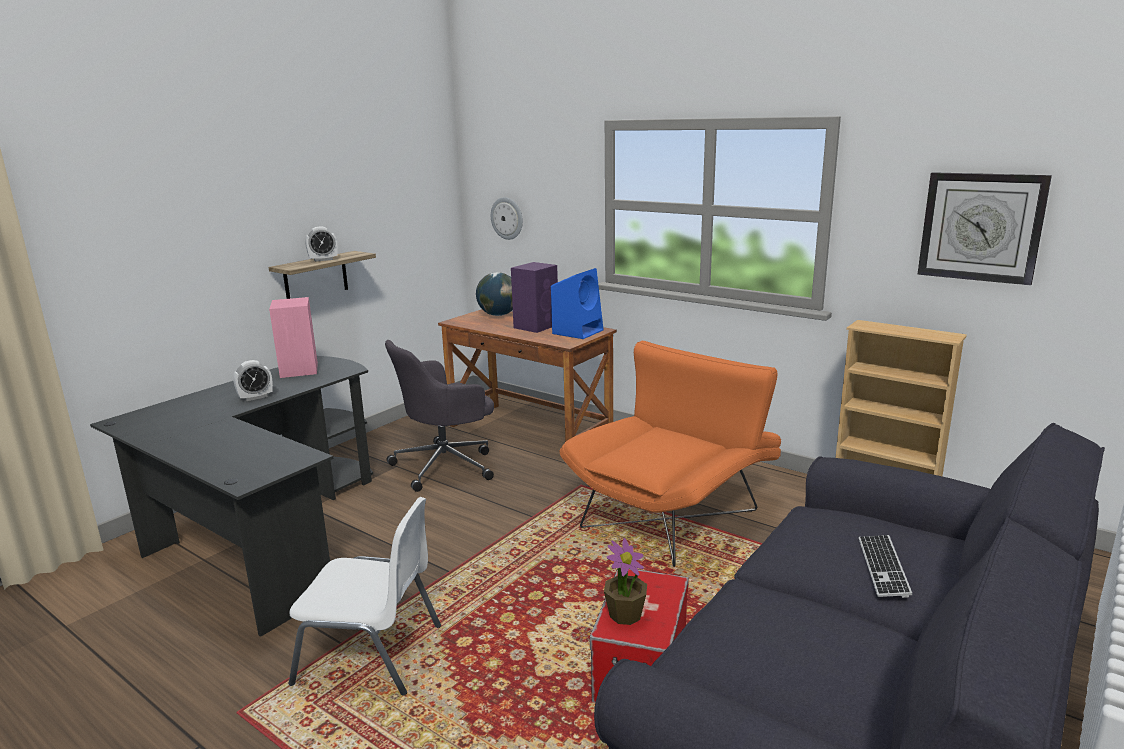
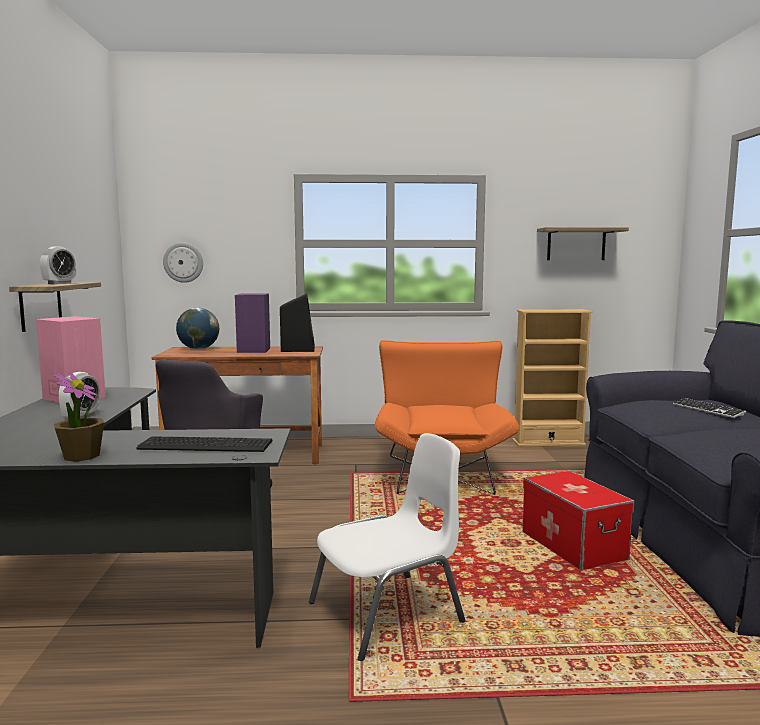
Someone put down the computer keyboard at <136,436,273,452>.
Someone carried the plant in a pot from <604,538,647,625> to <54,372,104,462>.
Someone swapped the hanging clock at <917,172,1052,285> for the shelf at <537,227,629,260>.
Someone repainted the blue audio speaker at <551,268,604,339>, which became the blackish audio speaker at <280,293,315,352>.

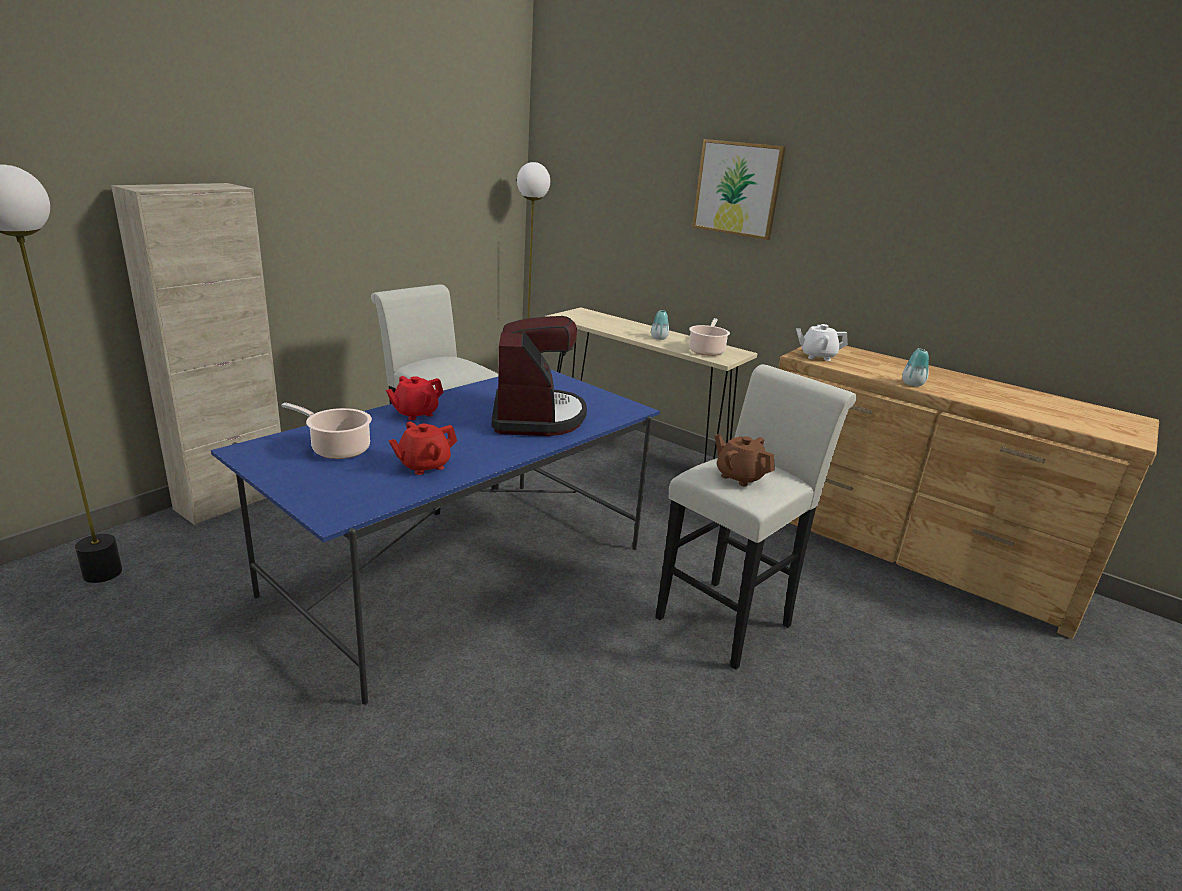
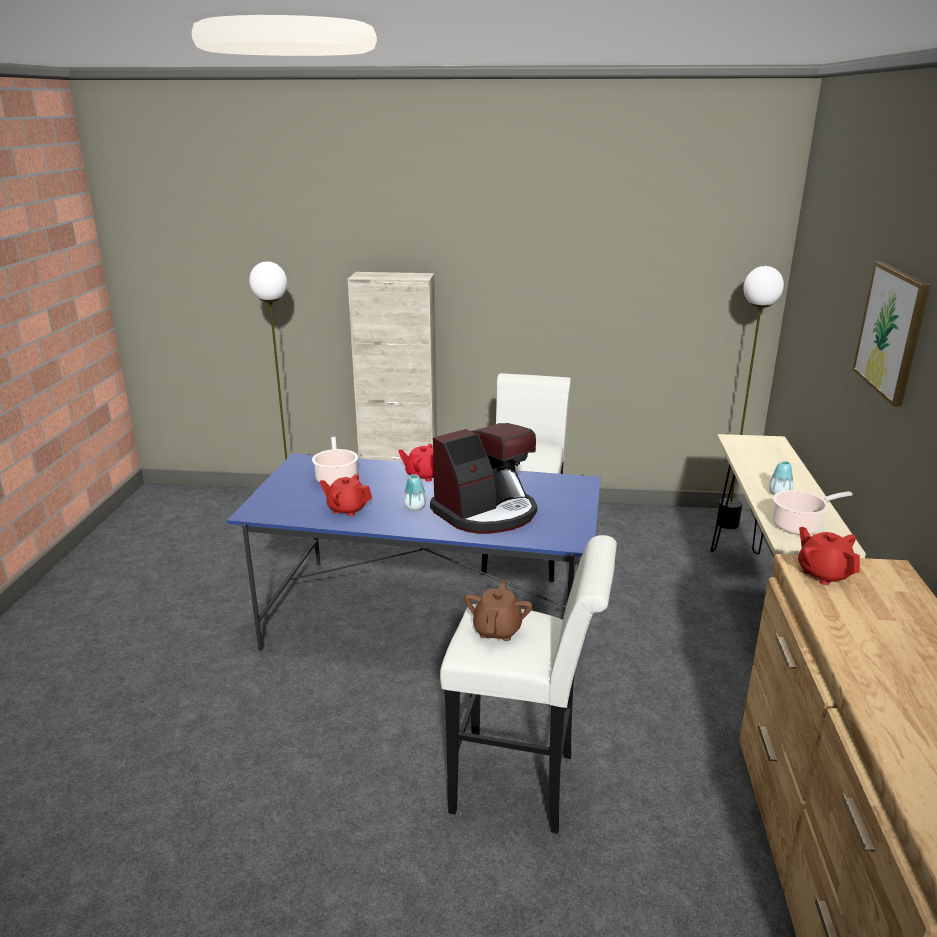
Someone carried the vase from <902,348,929,386> to <403,474,426,511>.
Someone repainted the white pot for tea at <796,324,848,361>, which became the red-coloured pot for tea at <798,527,860,585>.

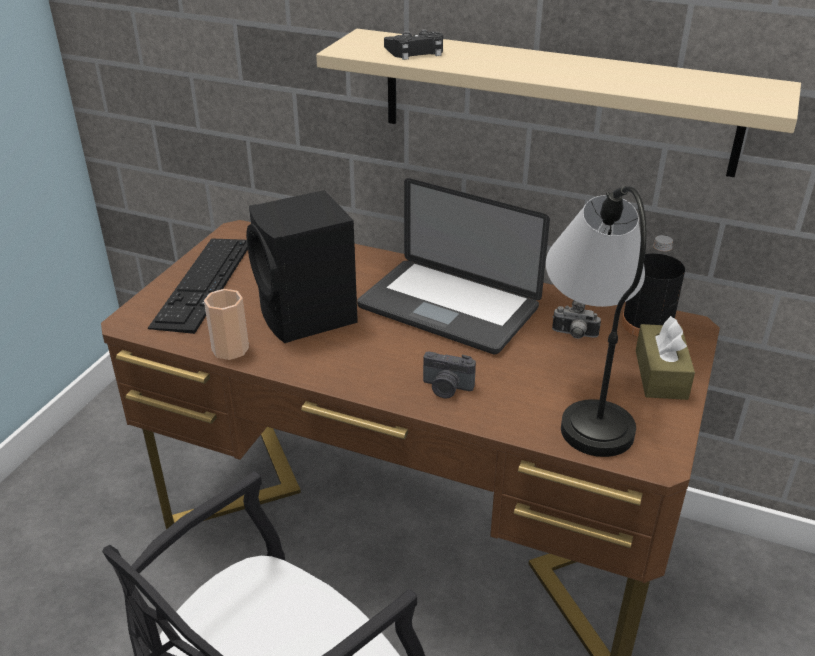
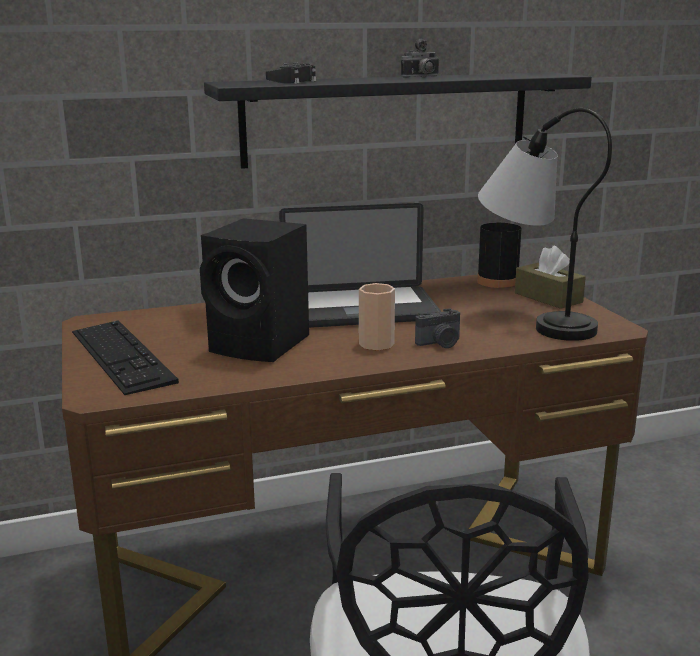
Someone carried the small cup from <204,289,249,360> to <359,283,395,351>.
Someone carried the still camera from <552,300,601,339> to <401,39,440,78>.
Someone repainted the sand-coloured shelf at <316,29,801,177>, which became the blackish shelf at <204,72,592,169>.

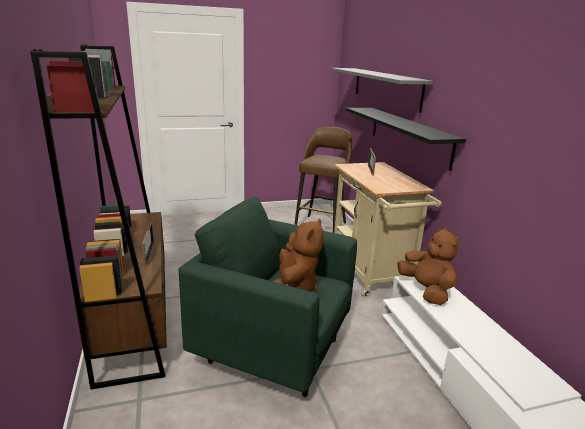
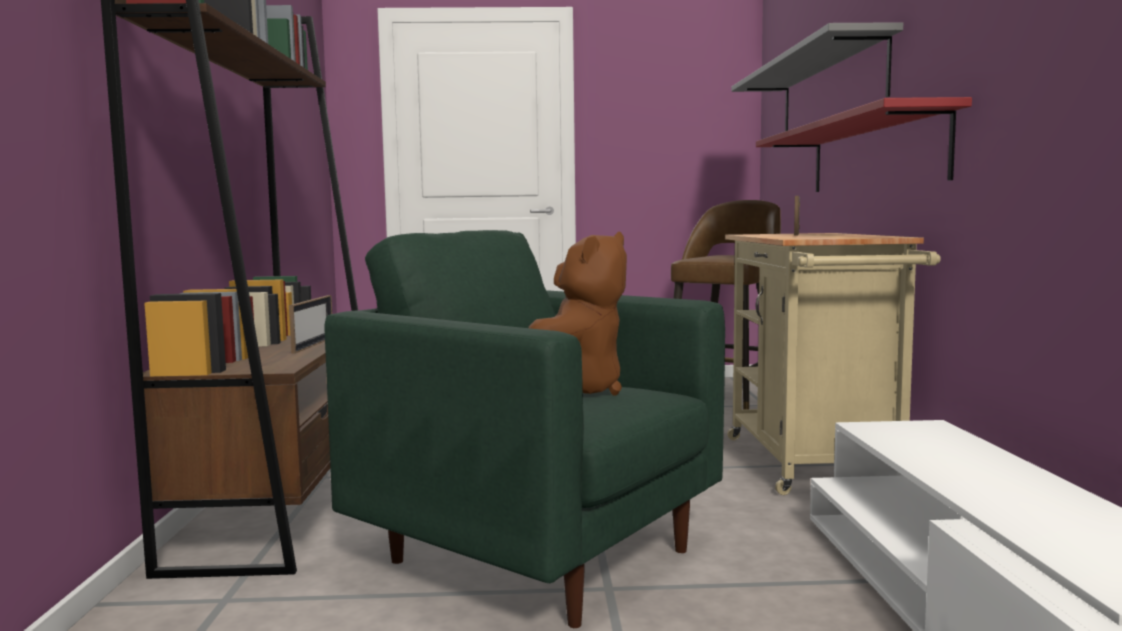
Someone took away the brown soft toy at <398,226,458,305>.
Someone repainted the blackish shelf at <346,108,466,171>, which became the red-coloured shelf at <756,97,972,192>.

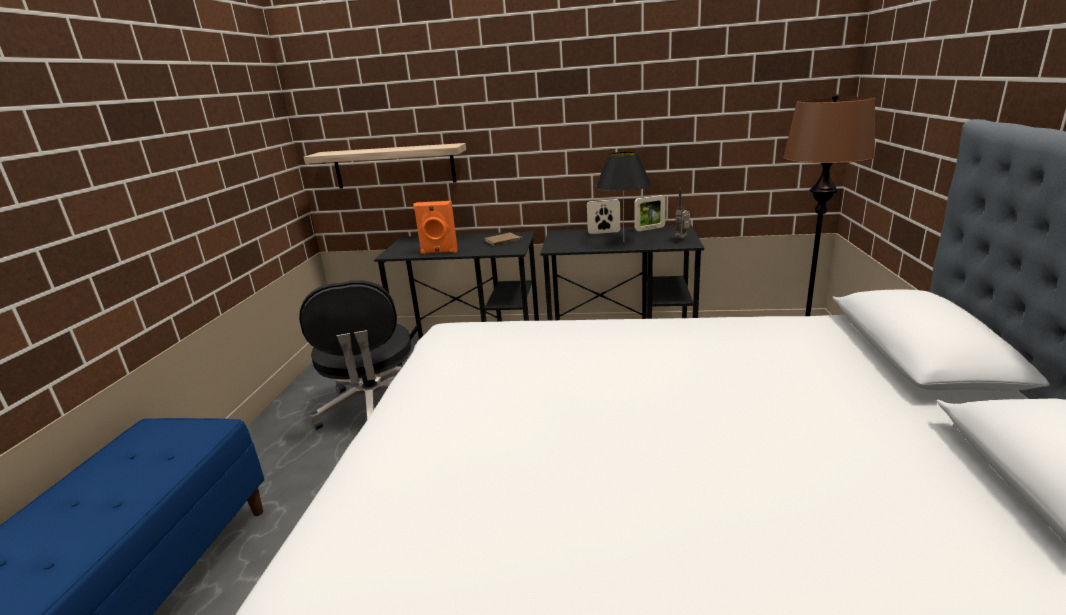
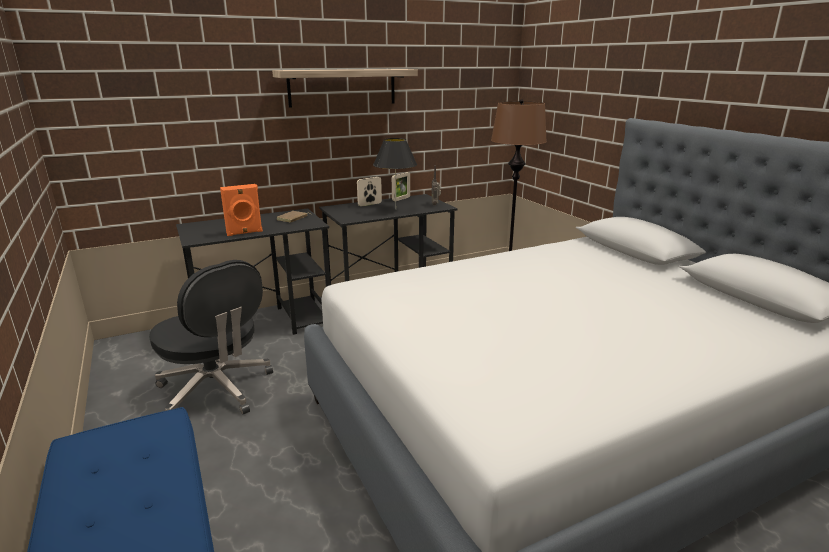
Someone carried the shelf from <304,143,466,188> to <272,69,418,108>.

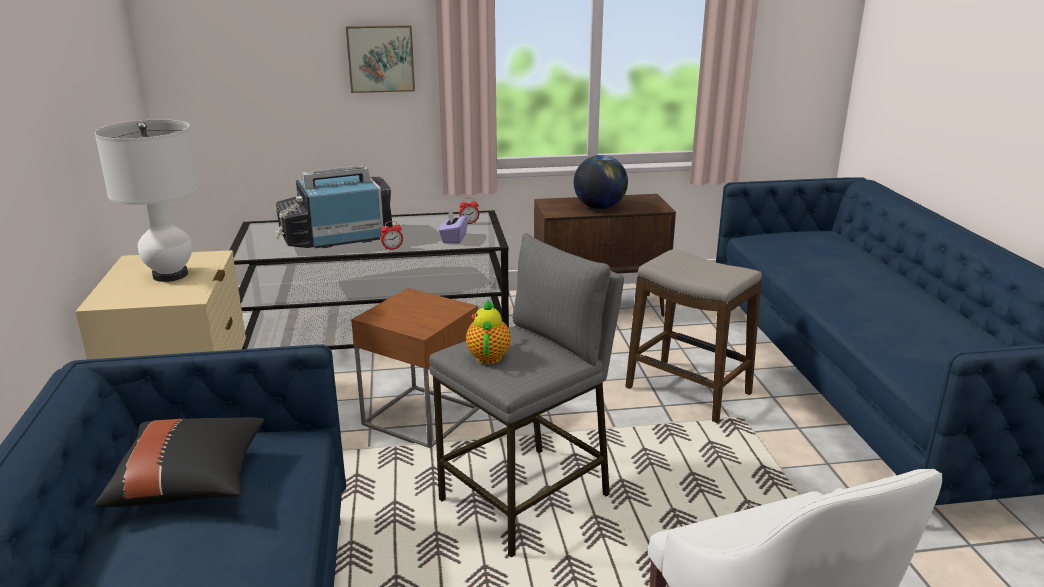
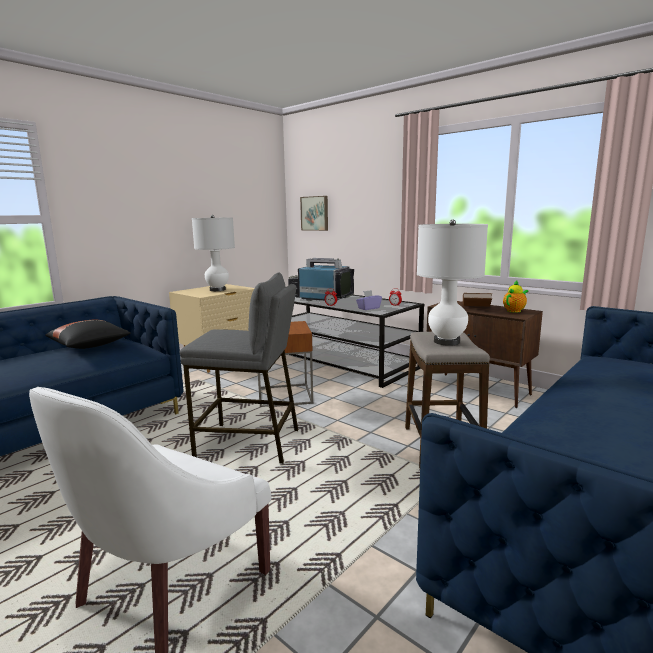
Someone put down the white table lamp at <417,220,488,346>.
Someone carried the wall art from <346,25,415,93> to <300,196,328,231>.
Someone carried the pot for tea from <466,299,511,364> to <503,281,529,313>.
Someone swapped the globe at <574,155,628,209> for the brown volume at <463,293,492,307>.

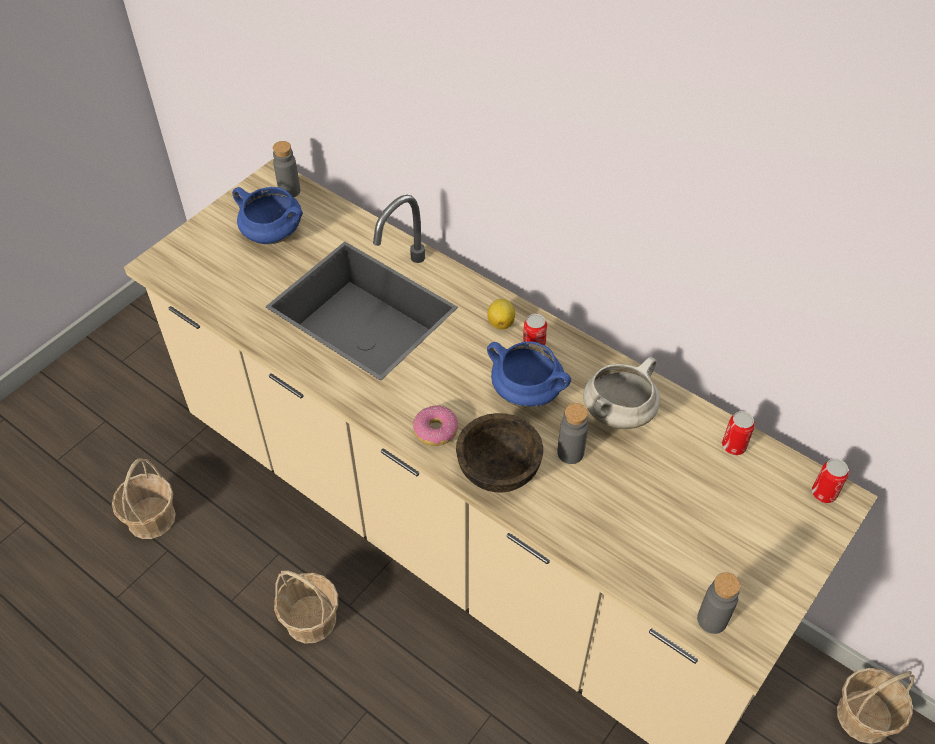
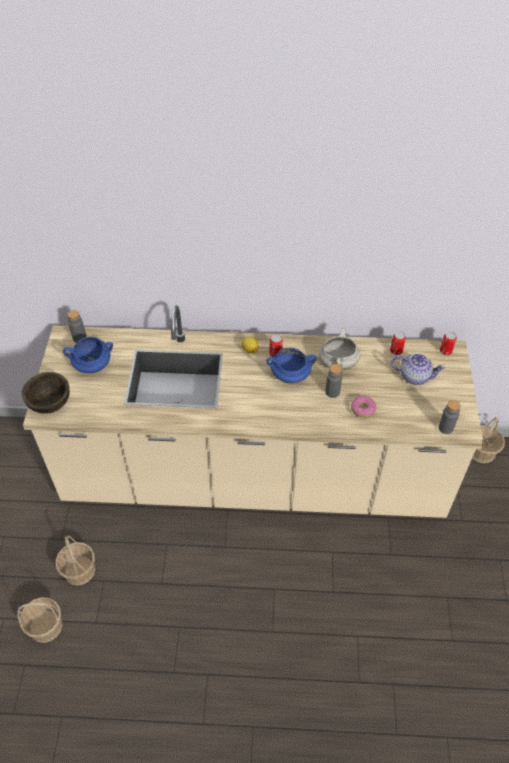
Someone put down the pot for tea at <391,353,446,385>.
Someone carried the storage basket from <274,570,338,644> to <17,597,62,643>.
Someone carried the ring doughnut from <413,405,458,446> to <351,395,376,418>.
Someone carried the brown bowl from <456,413,543,493> to <22,372,70,414>.

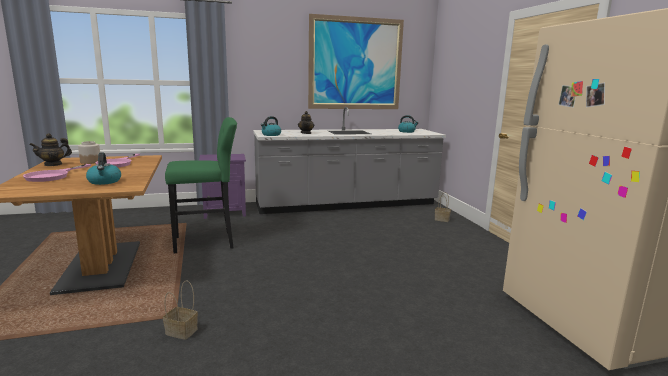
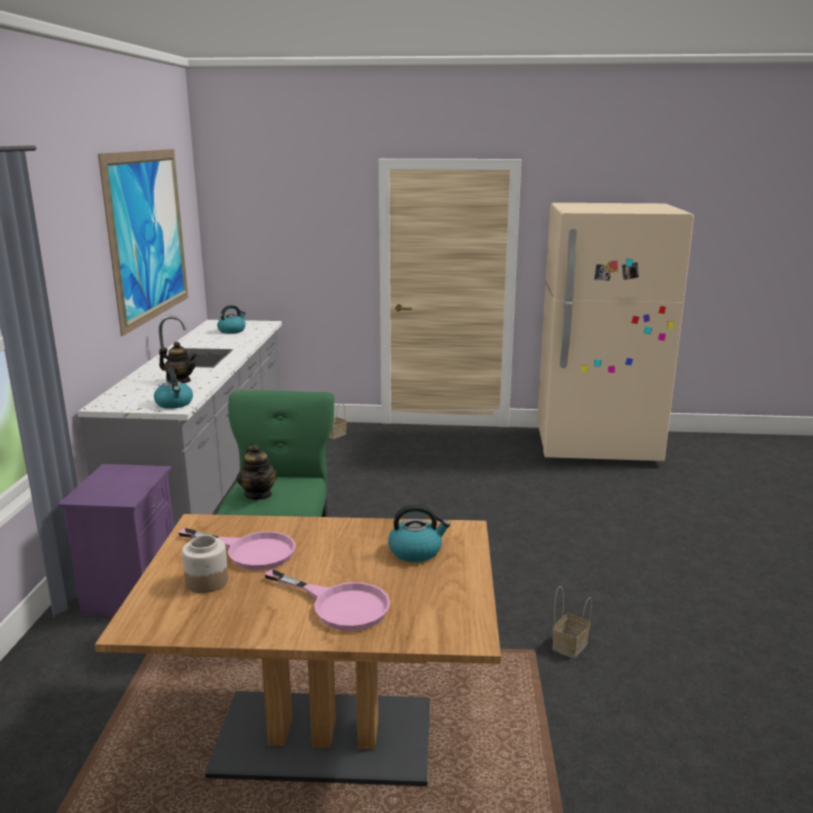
Someone carried the pot for tea from <29,133,72,166> to <236,445,278,500>.

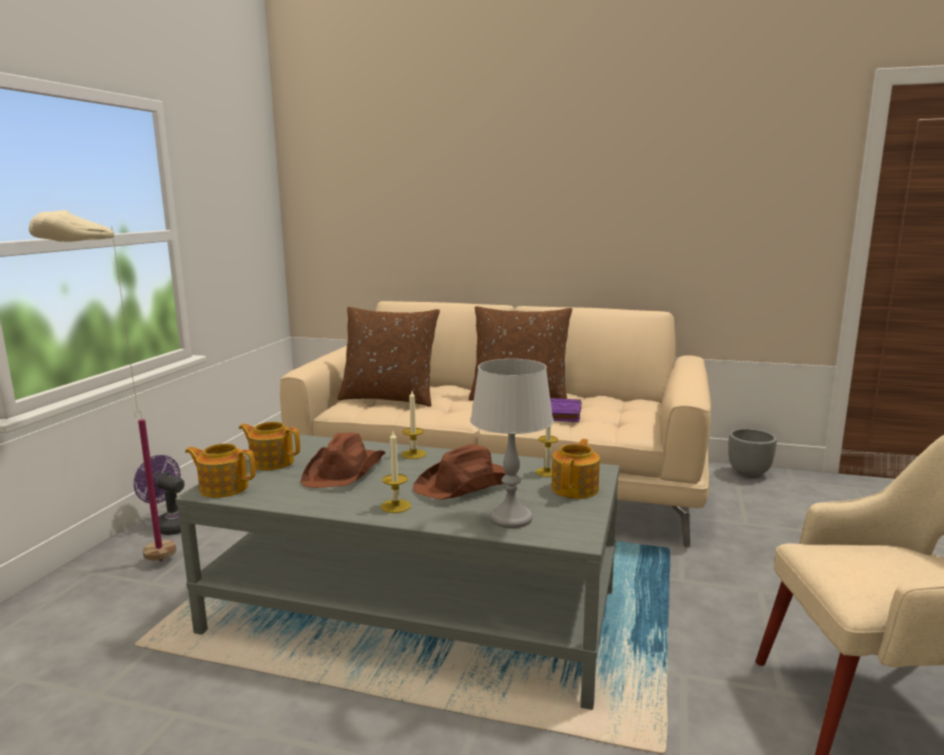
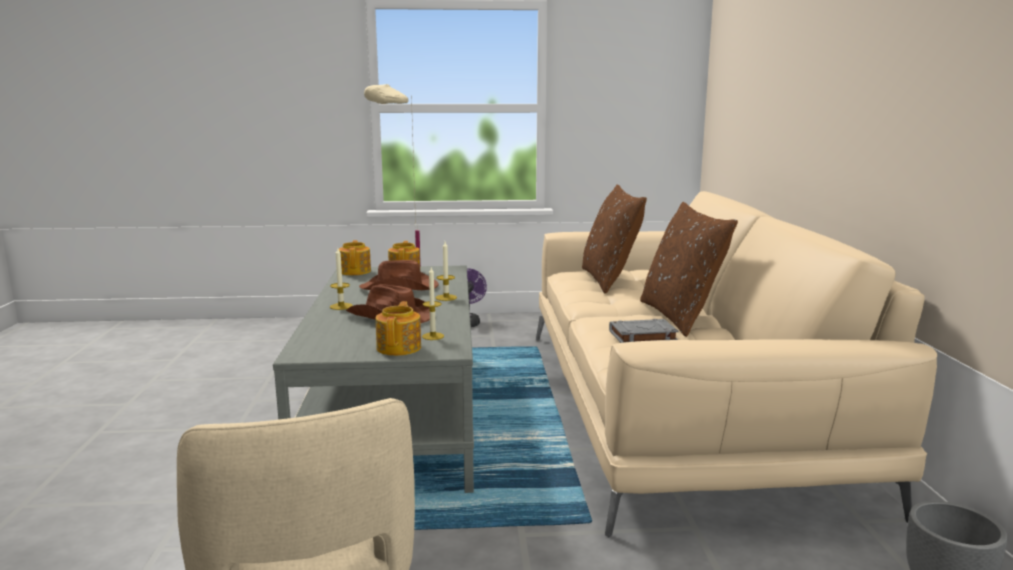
Someone took away the greyish table lamp at <470,359,554,528>.
Someone repainted the purple volume at <550,398,582,422>, which became the greyish volume at <609,319,679,343>.
Someone rotated the pot for tea at <551,439,600,499> by 90 degrees counterclockwise.

